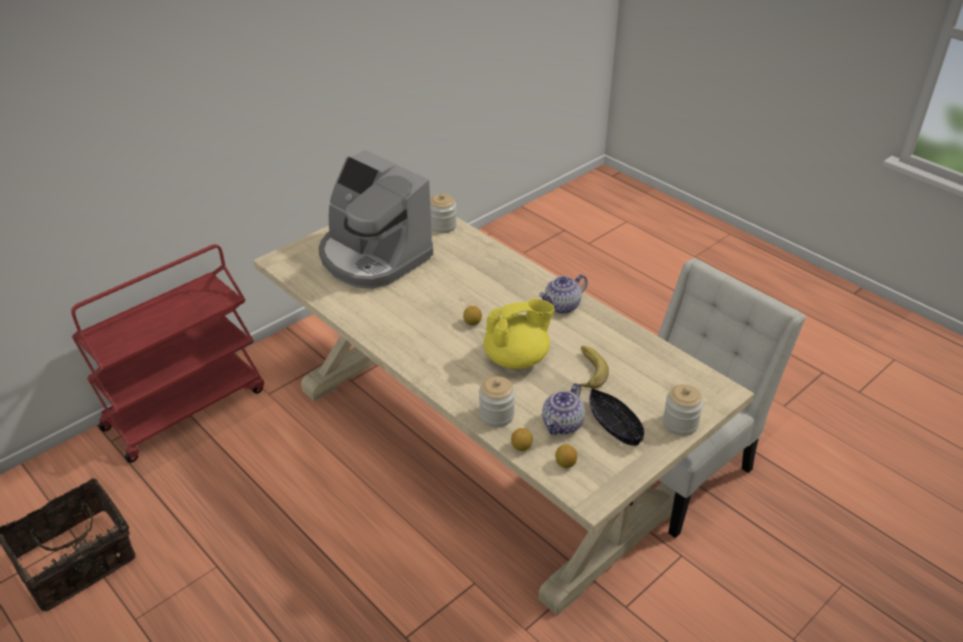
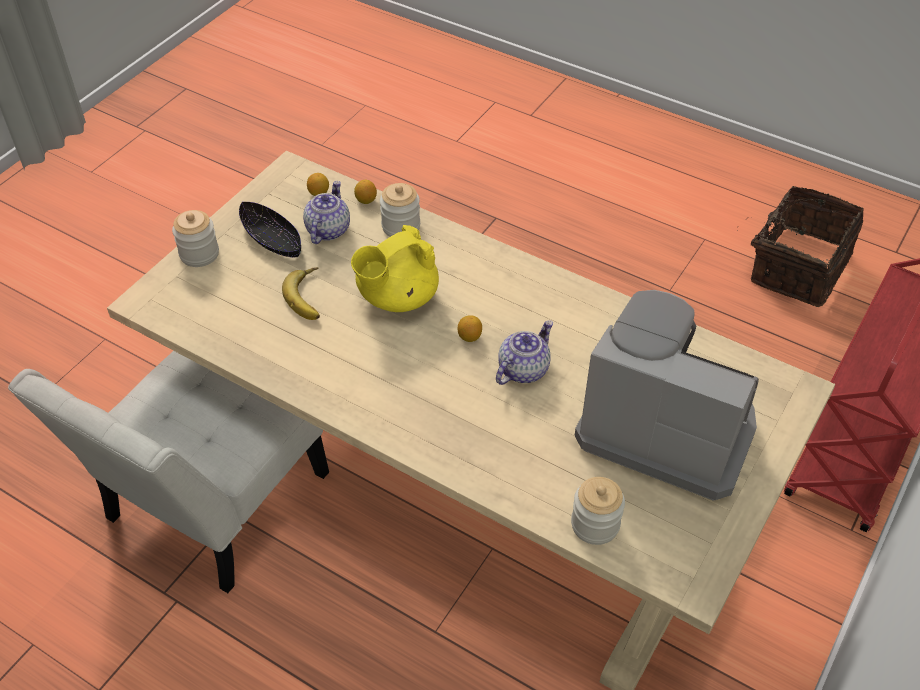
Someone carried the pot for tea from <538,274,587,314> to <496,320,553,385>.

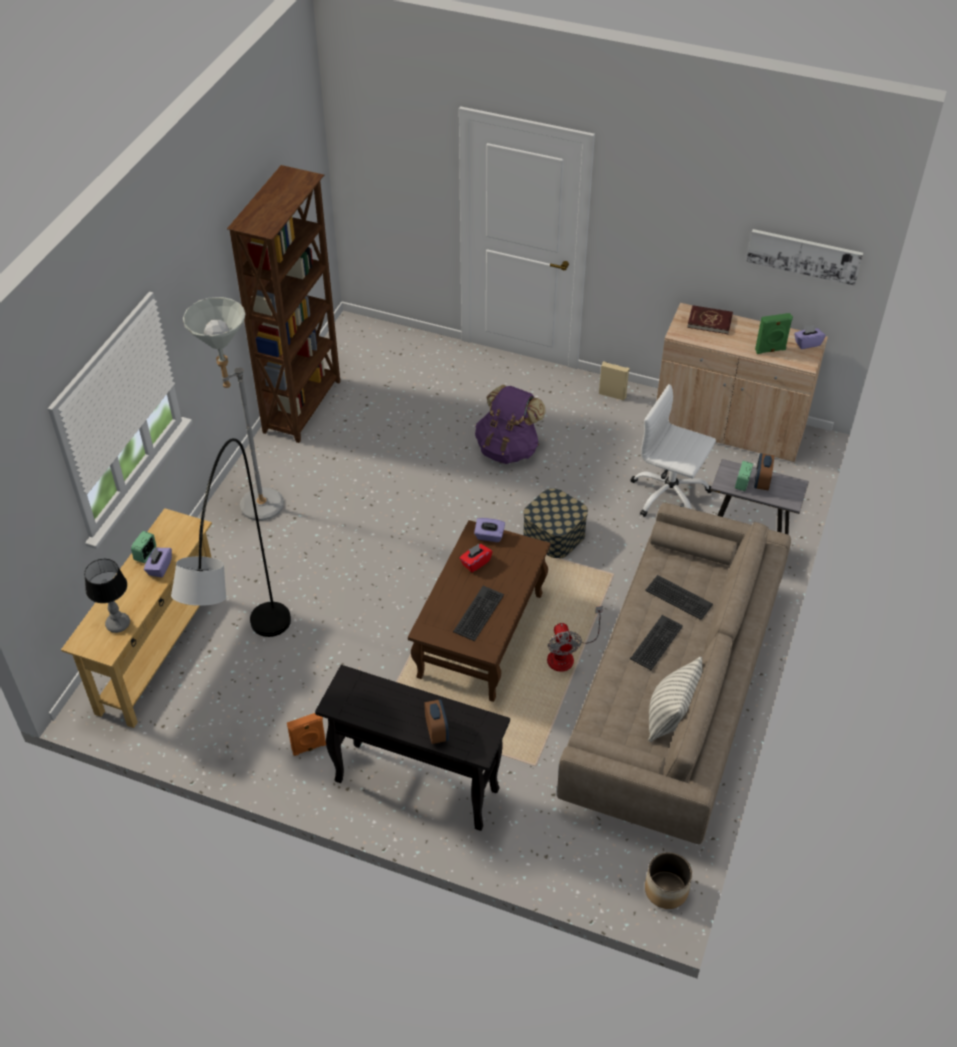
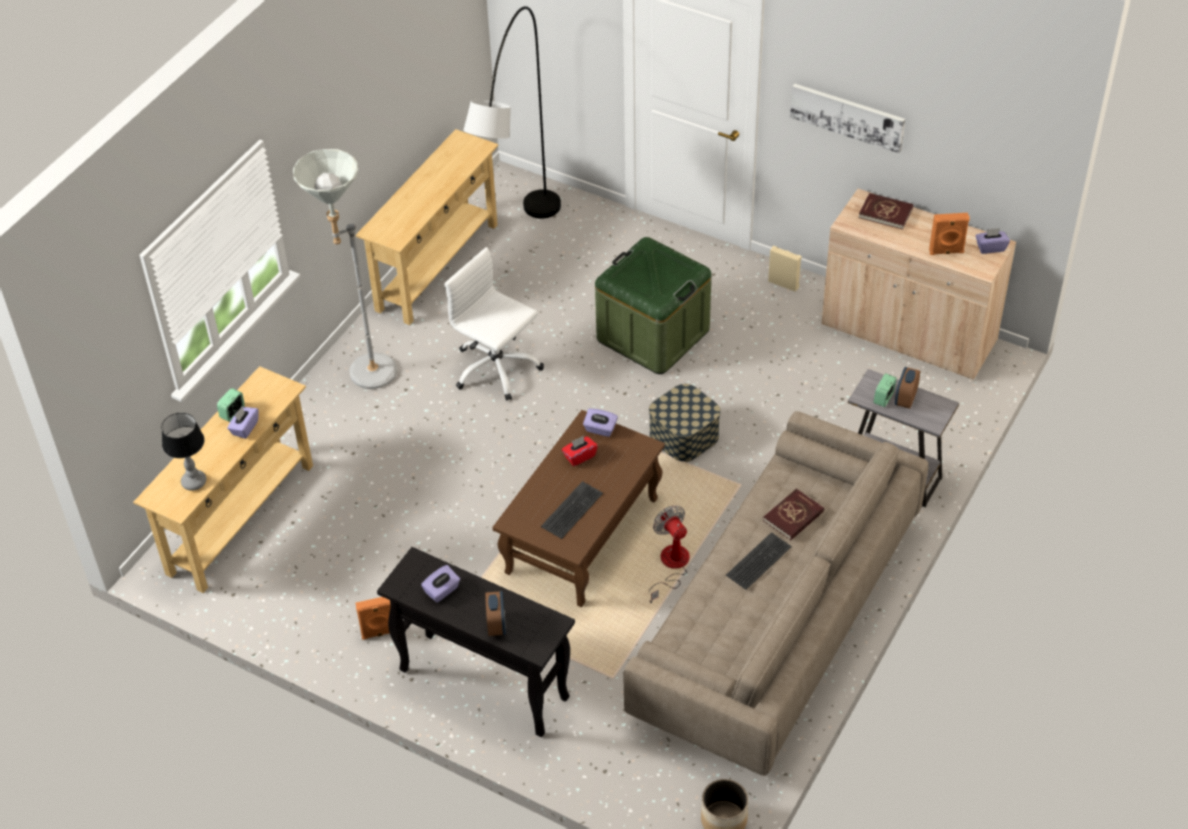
Someone took away the cushion at <648,656,702,742>.
Someone put down the purple tissue holder at <421,565,460,602>.
Someone carried the greyish standing lamp from <171,438,291,637> to <463,6,561,219>.
Someone carried the white office chair from <631,384,716,517> to <444,247,544,401>.
Someone carried the wall art from <746,229,863,286> to <790,83,905,153>.
Someone swapped the brown bookshelf at <227,165,340,443> for the sand-coloured narrow table at <356,129,498,325>.
Someone swapped the purple knapsack at <475,385,546,464> for the greenish storage box at <595,237,711,374>.
Someone swapped the computer keyboard at <645,575,713,620> for the red-coloured volume at <763,489,824,540>.
Someone repainted the greenish audio speaker at <755,313,793,354>, which became the orange audio speaker at <929,213,970,255>.
Someone rotated the fan at <547,606,603,672> by 150 degrees clockwise.

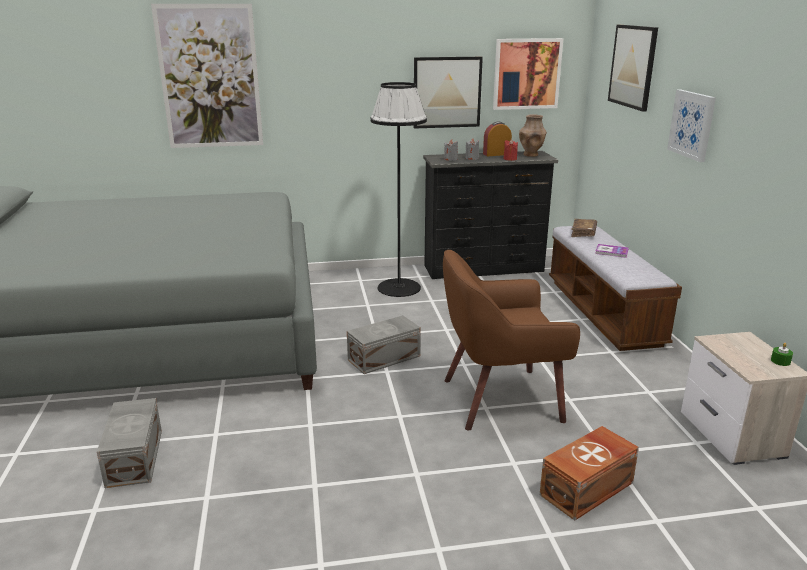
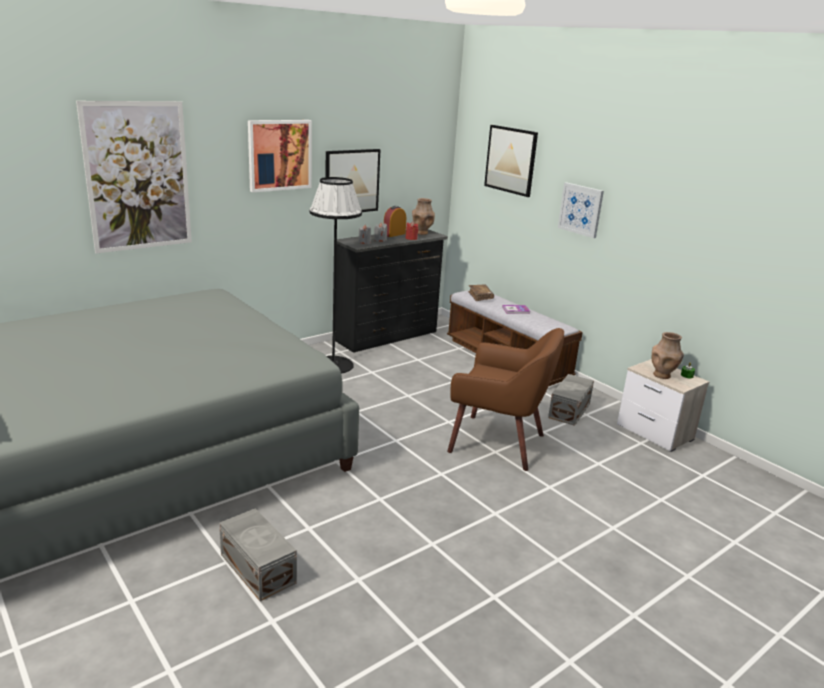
Someone took away the brown storage box at <540,426,639,520>.
Someone put down the brown vase at <651,332,684,379>.
Someone carried the greyish storage box from <347,315,421,374> to <548,374,594,426>.
Someone carried the wall art from <493,38,563,110> to <248,120,312,192>.
Someone rotated the brown lounge chair at <443,250,580,430> by 120 degrees counterclockwise.

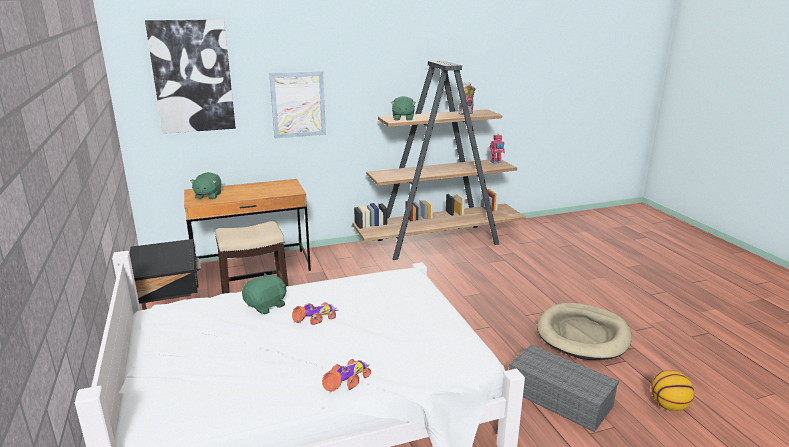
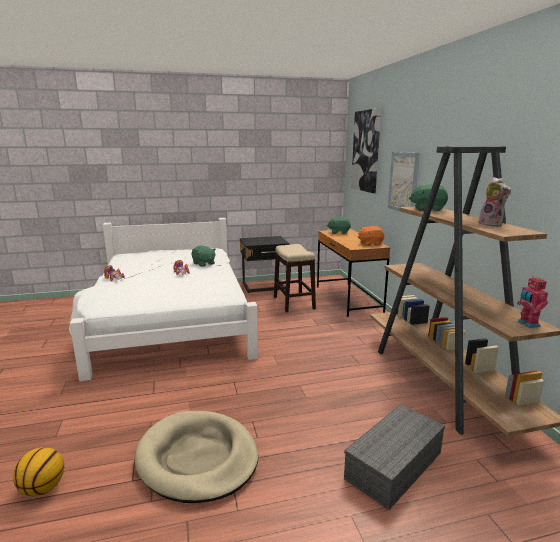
Someone put down the orange soft toy at <358,226,384,246>.
Someone carried the greyish storage box from <508,344,619,432> to <344,404,445,510>.

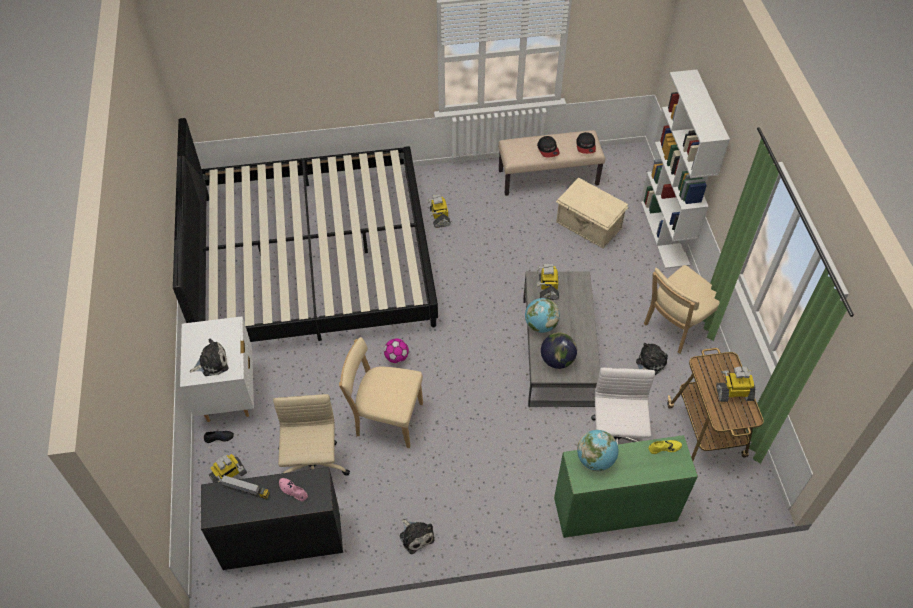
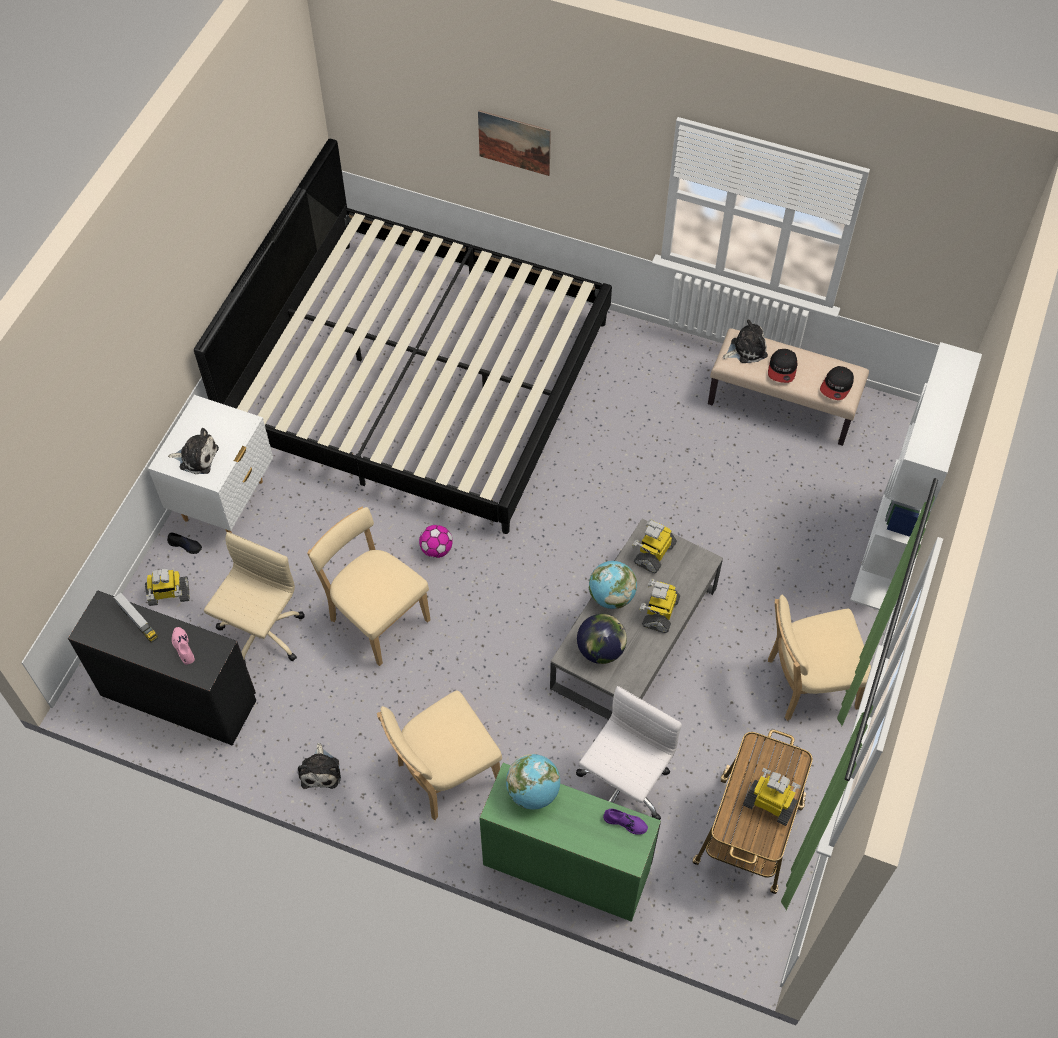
Someone took away the sand-coloured storage box at <556,177,628,248>.
Someone put down the sand-coloured chair at <377,690,502,820>.
Someone put up the wall art at <478,110,551,176>.
Someone carried the toy robot from <427,194,451,228> to <639,579,680,633>.
Someone carried the soft toy from <636,343,668,375> to <723,319,768,363>.
Someone repainted the yellow-coloured low shoe at <649,440,682,454>, which became the purple low shoe at <603,809,648,835>.

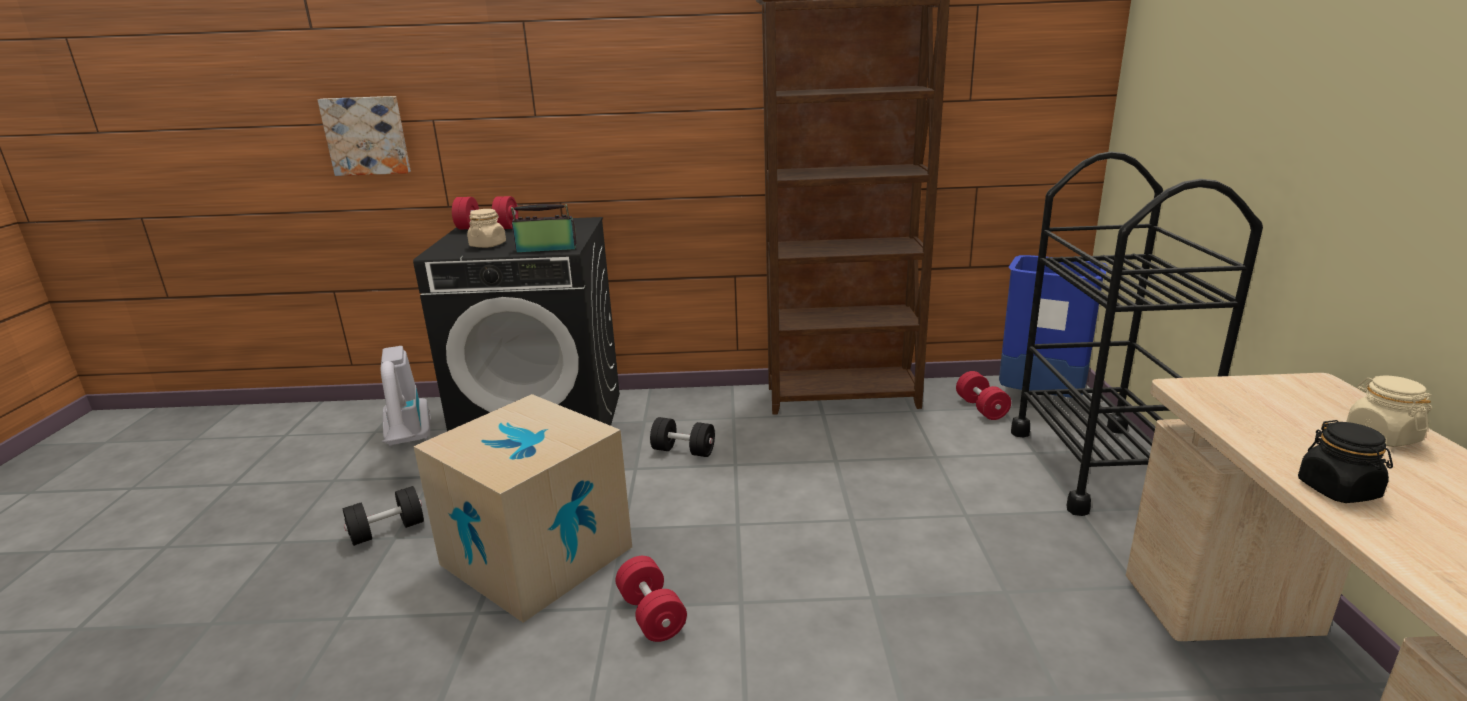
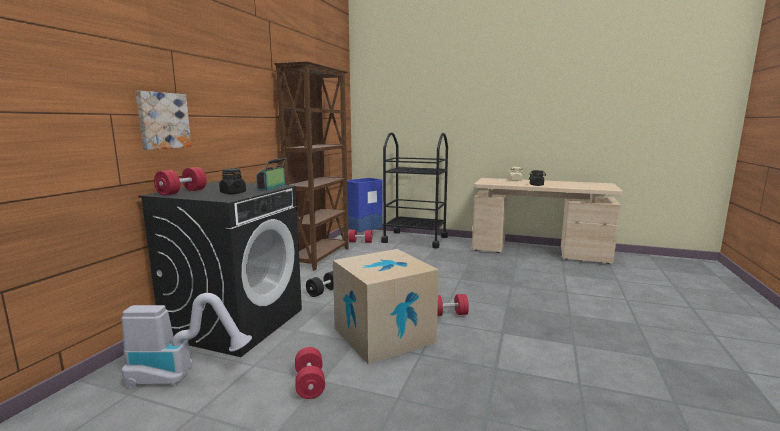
Someone carried the wall art from <317,96,411,176> to <136,91,191,150>.
Someone repainted the blackish hand weight at <343,486,424,546>, which became the red-coloured hand weight at <295,347,325,399>.
Someone repainted the sand-coloured preserve jar at <467,209,506,248>, which became the blackish preserve jar at <219,169,246,194>.

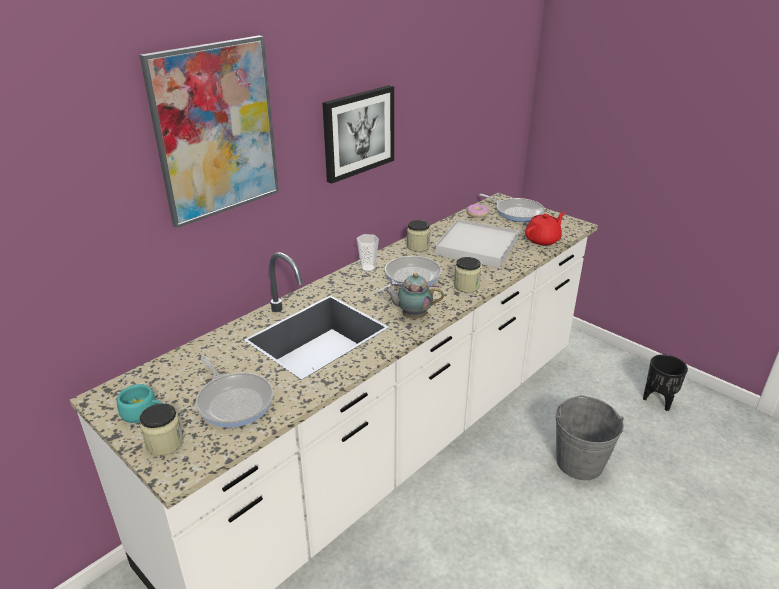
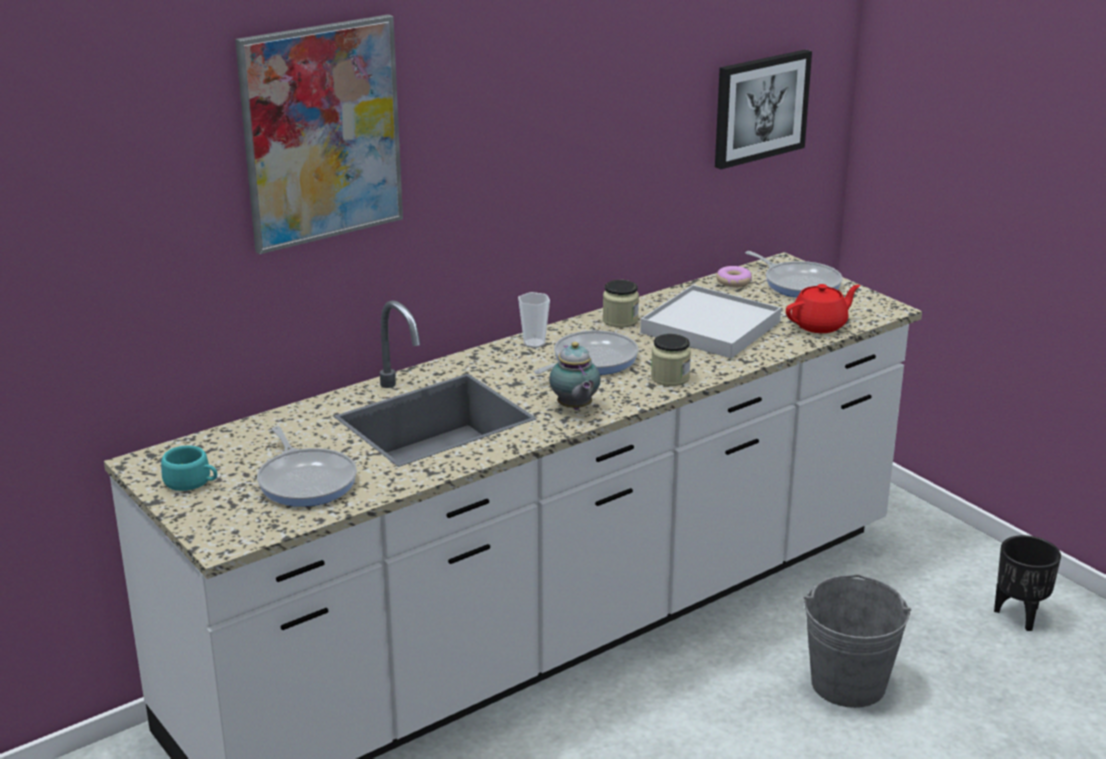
Someone took away the preserve jar at <140,403,184,456>.
Someone carried the wall art from <322,85,394,184> to <715,49,812,169>.
Someone rotated the pot for tea at <384,273,444,319> by 120 degrees counterclockwise.

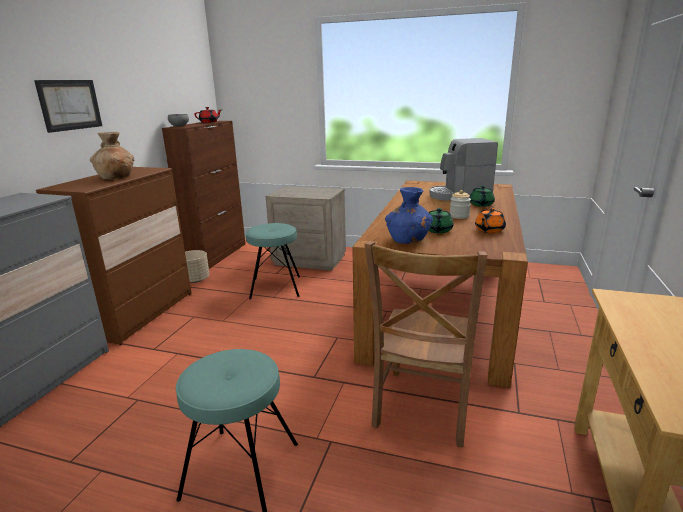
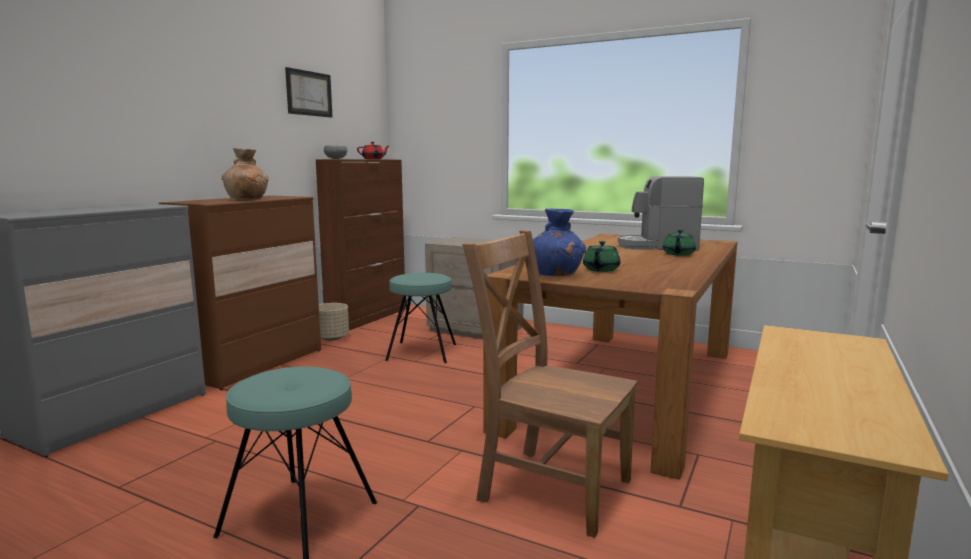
Someone took away the preserve jar at <450,190,471,219>.
Someone took away the orange pot for tea at <475,208,506,233>.
Someone carried the wall art from <34,80,102,133> to <285,67,332,118>.
Someone rotated the brown chair at <364,241,487,447> by 90 degrees clockwise.

